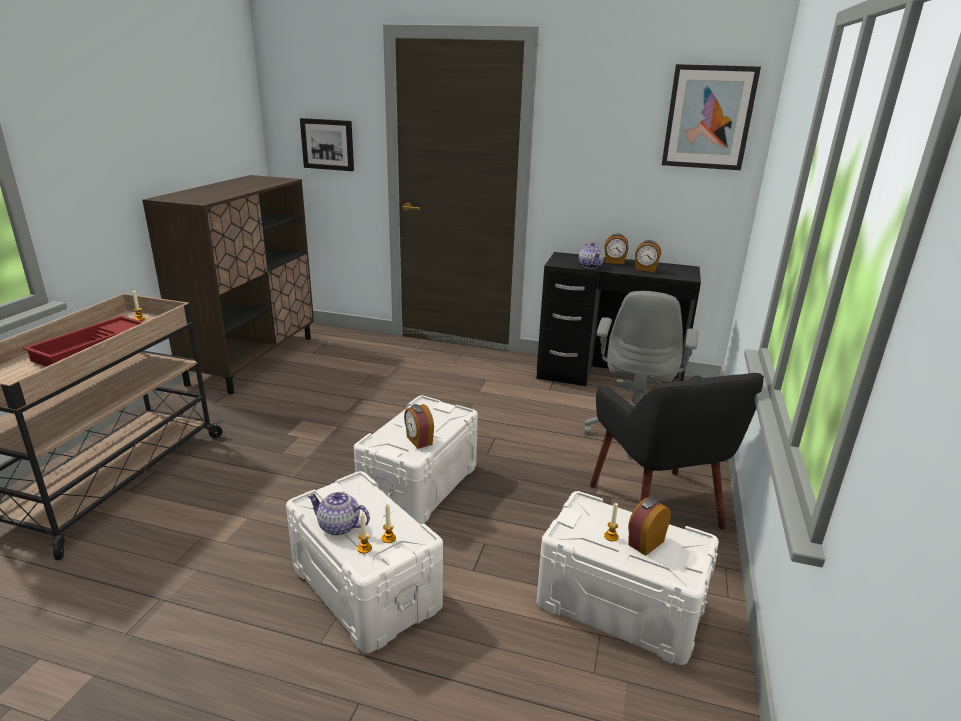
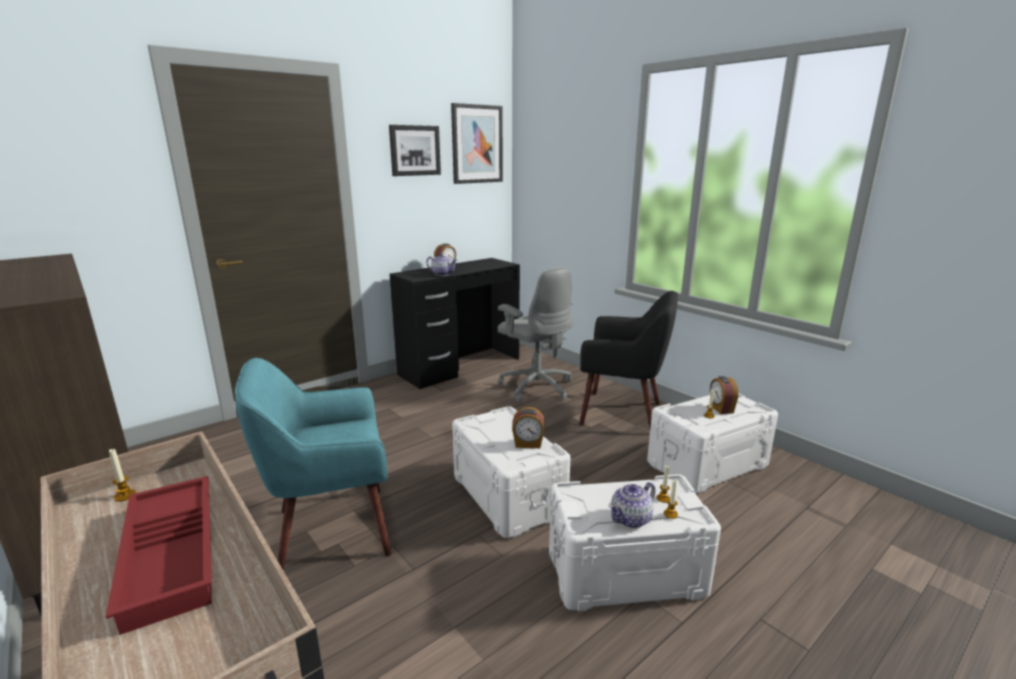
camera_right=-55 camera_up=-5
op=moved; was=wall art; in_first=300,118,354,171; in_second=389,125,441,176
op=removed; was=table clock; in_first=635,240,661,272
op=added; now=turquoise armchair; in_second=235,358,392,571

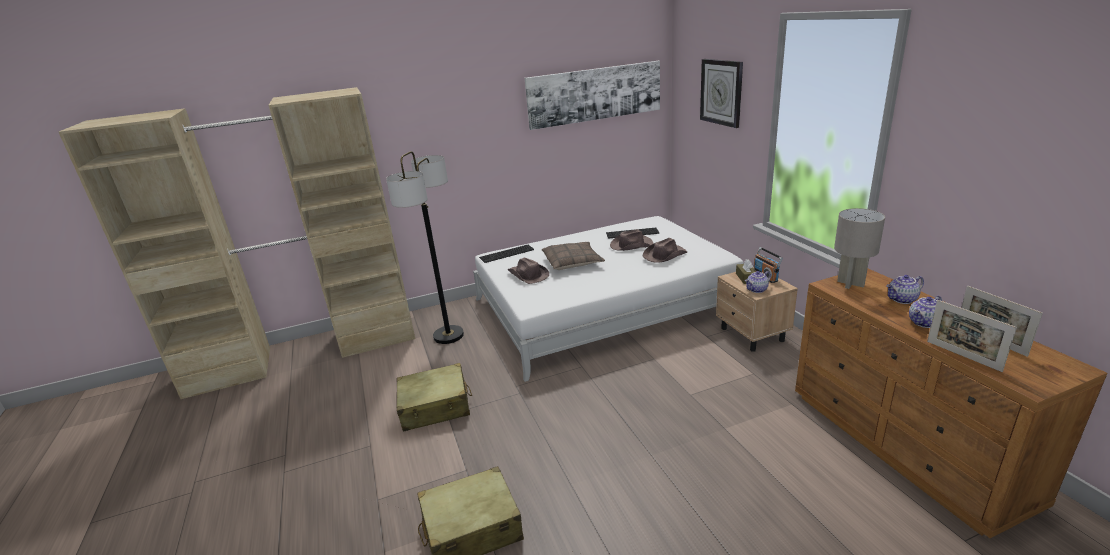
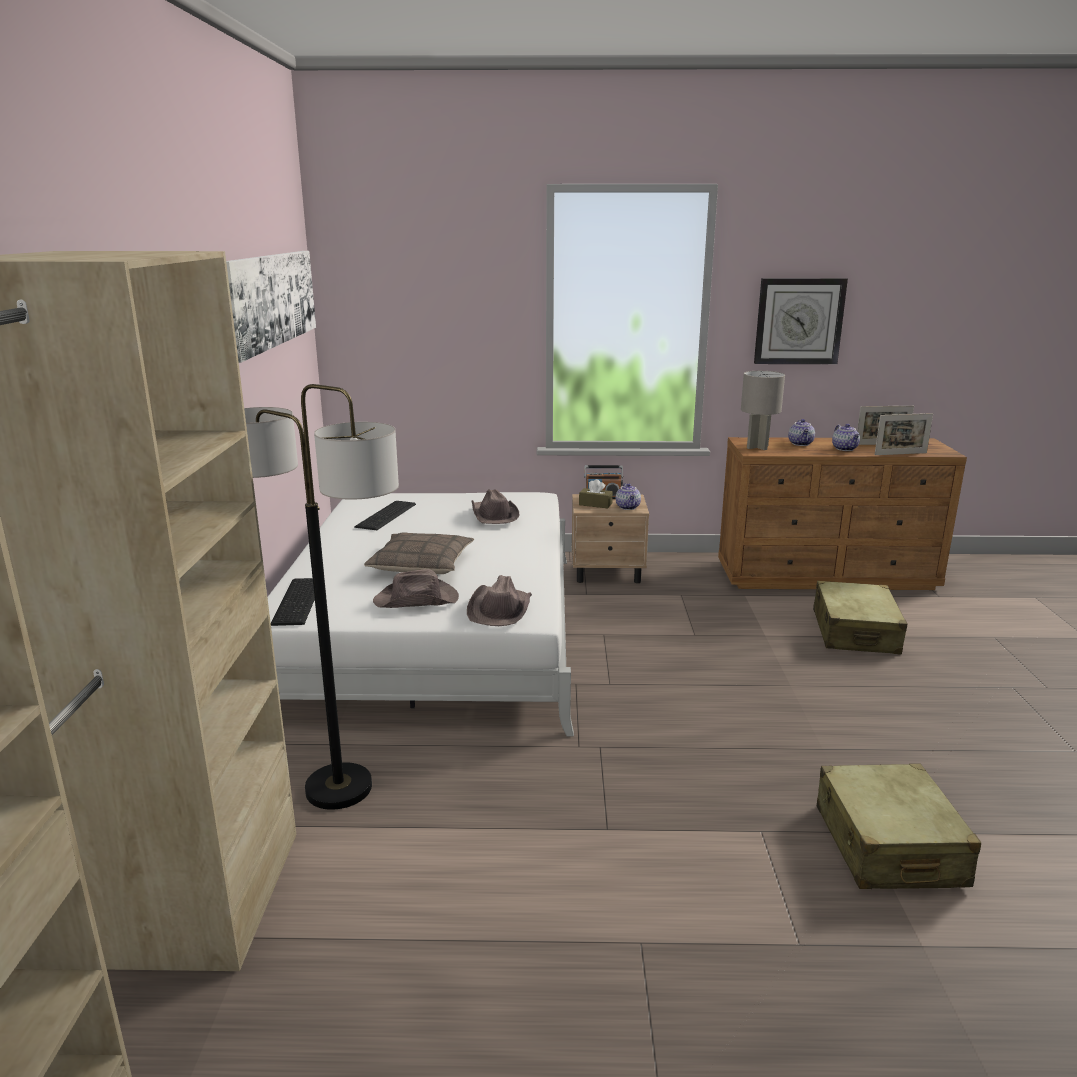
camera_right=-70 camera_up=-5
op=moved; was=sand-coloured travel case; in_first=397,363,472,432; in_second=813,581,908,654
op=moved; was=brown wearable hat; in_first=610,229,654,251; in_second=467,575,532,626
op=moved; was=wall clock; in_first=700,59,743,128; in_second=754,278,848,364

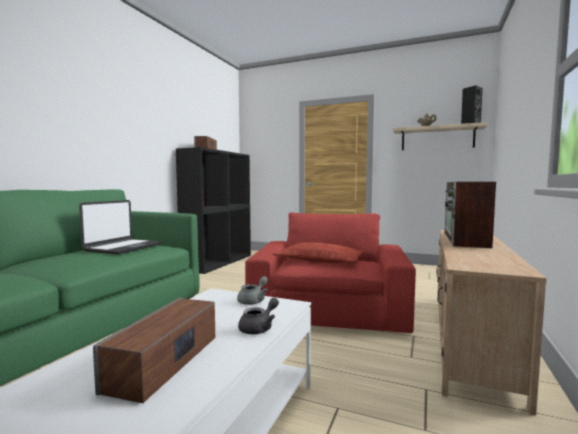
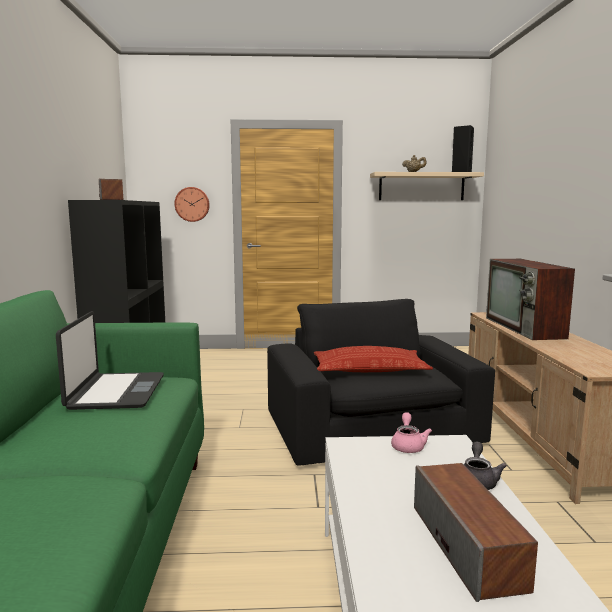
camera_right=-25 camera_up=5
op=recoloured; was=greyish pot for tea; now=pinkish pot for tea; in_first=237,276,268,305; in_second=391,412,432,453
op=recoloured; was=red armchair; now=black-coloured armchair; in_first=245,213,416,333; in_second=267,299,495,466
op=added; now=wall clock; in_second=174,187,210,222

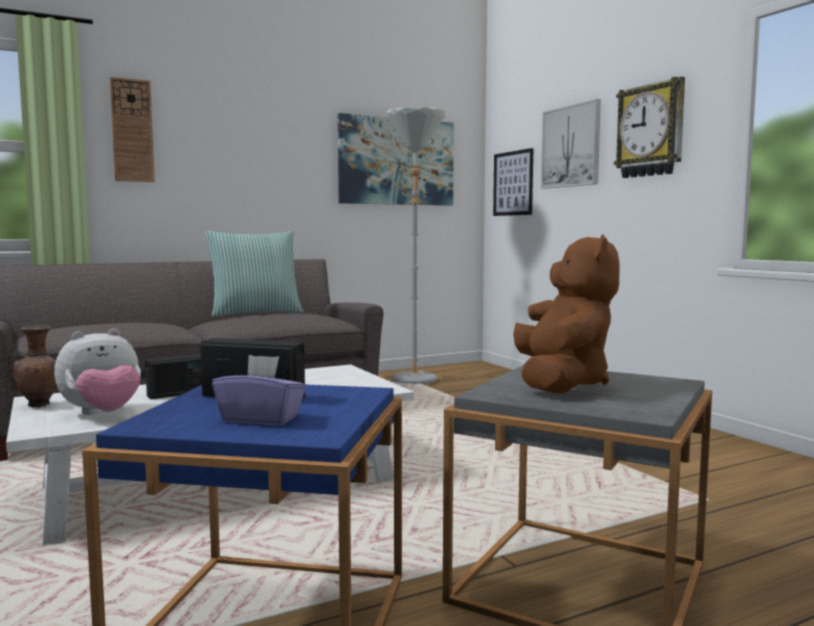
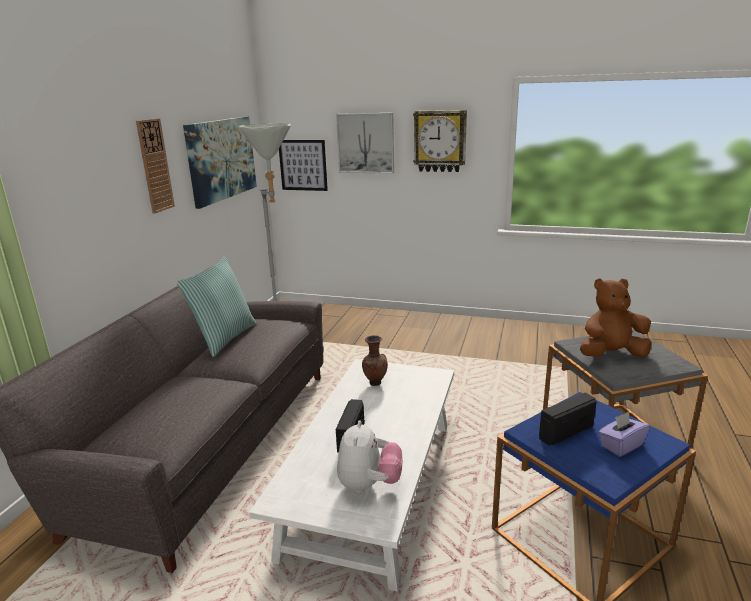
camera_right=-45 camera_up=15
op=moved; was=brown flower vase; in_first=13,325,57,408; in_second=362,335,388,386
op=moved; was=wall clock; in_first=110,77,155,182; in_second=136,118,175,214
op=turned; was=brown soft toy; in_first=513,234,620,394; in_second=580,278,651,357; clockwise=-60

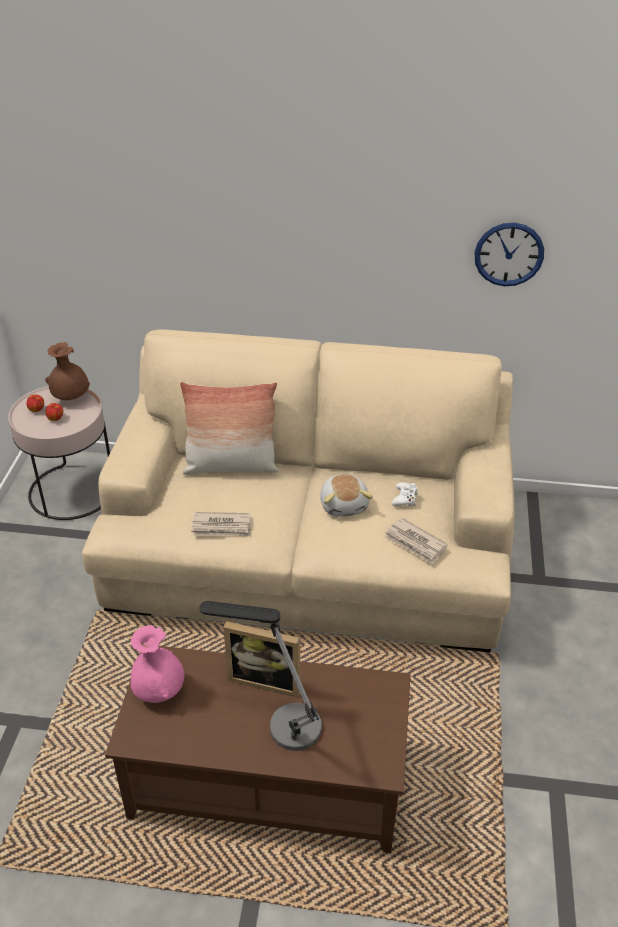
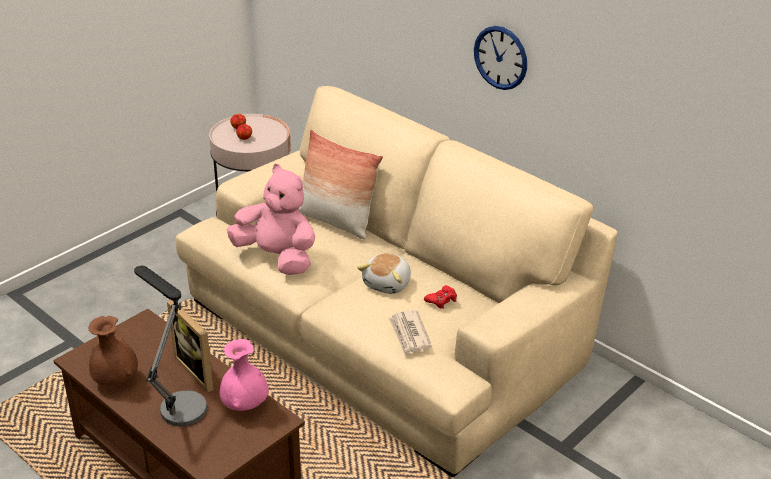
camera_right=35 camera_up=-5
op=moved; was=brown flower vase; in_first=45,342,90,400; in_second=89,316,138,385
op=moved; was=pinkish flower vase; in_first=131,625,184,703; in_second=219,339,269,411
op=replaced; was=newspaper; now=pinkish soft toy; in_first=191,512,251,536; in_second=227,164,315,275
op=recoloured; was=whitish joypad; now=red joypad; in_first=392,482,418,507; in_second=424,285,457,309
op=moved; was=wall clock; in_first=475,223,544,286; in_second=474,26,527,90

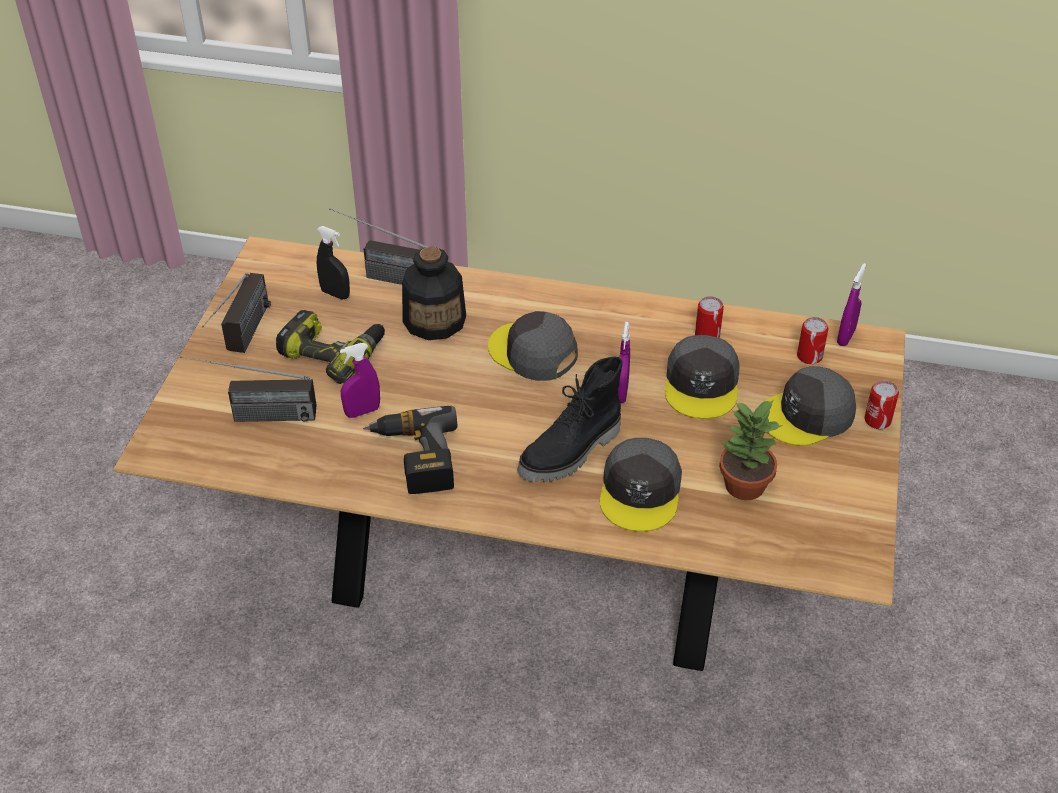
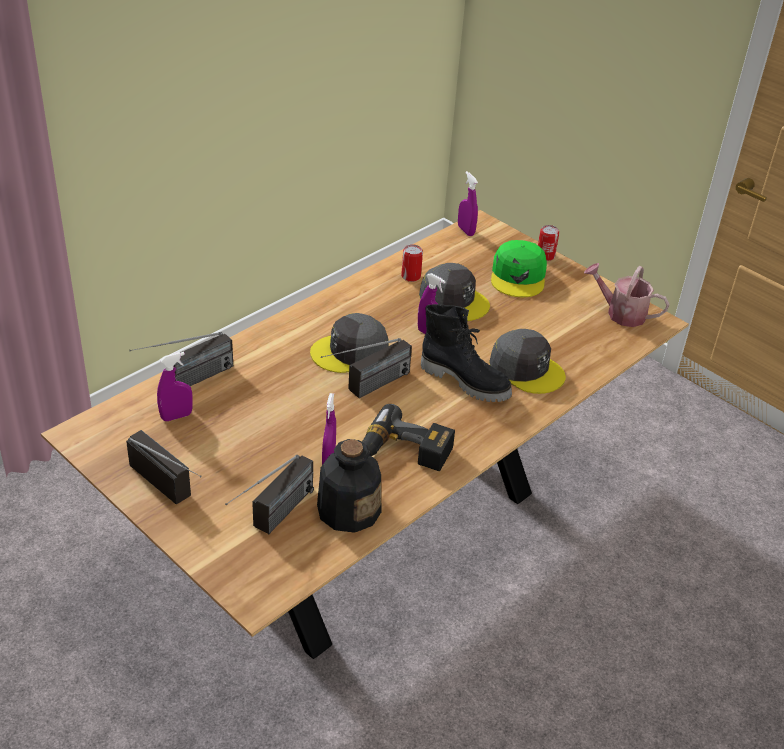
camera_right=-60 camera_up=-5
op=removed; was=power drill; in_first=276,310,385,384
op=recoloured; was=black-coloured hand sprayer; now=purple-coloured hand sprayer; in_first=317,226,350,299; in_second=157,352,193,421
op=moved; was=beverage bottle; in_first=402,247,466,340; in_second=317,439,381,533
op=turned; was=black-coloured tall boot; in_first=517,357,623,482; in_second=421,304,512,402; clockwise=-45
op=removed; was=potted plant; in_first=719,400,783,500
op=recoloured; was=greyish baseball cap; now=green baseball cap; in_first=766,366,856,446; in_second=491,240,547,297
op=removed; was=can; in_first=797,317,828,364
op=added; now=radio receiver; in_second=321,338,412,398
op=added; now=sprinkling can; in_second=584,263,670,327

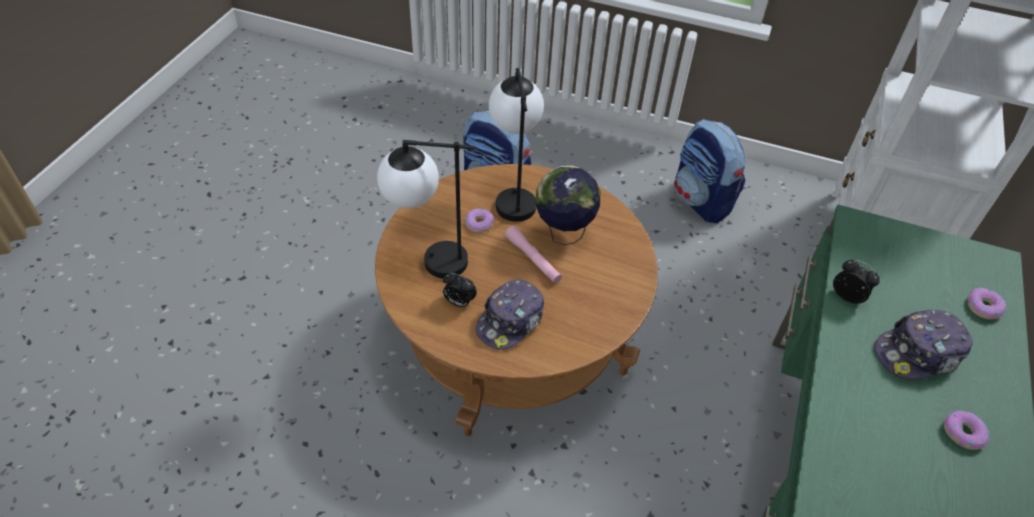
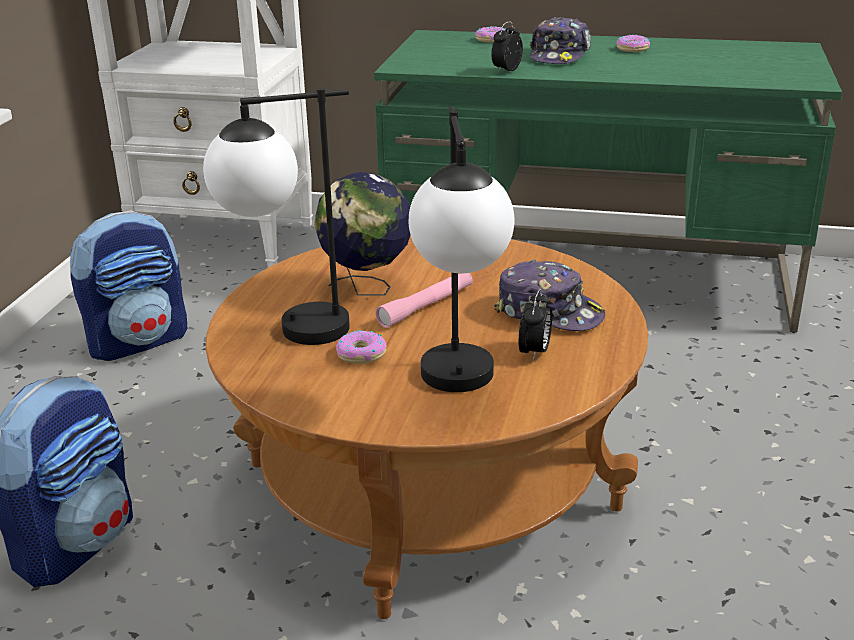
camera_right=-95 camera_up=-20
op=turned; was=baseball cap; in_first=874,310,973,380; in_second=530,17,591,64; clockwise=45

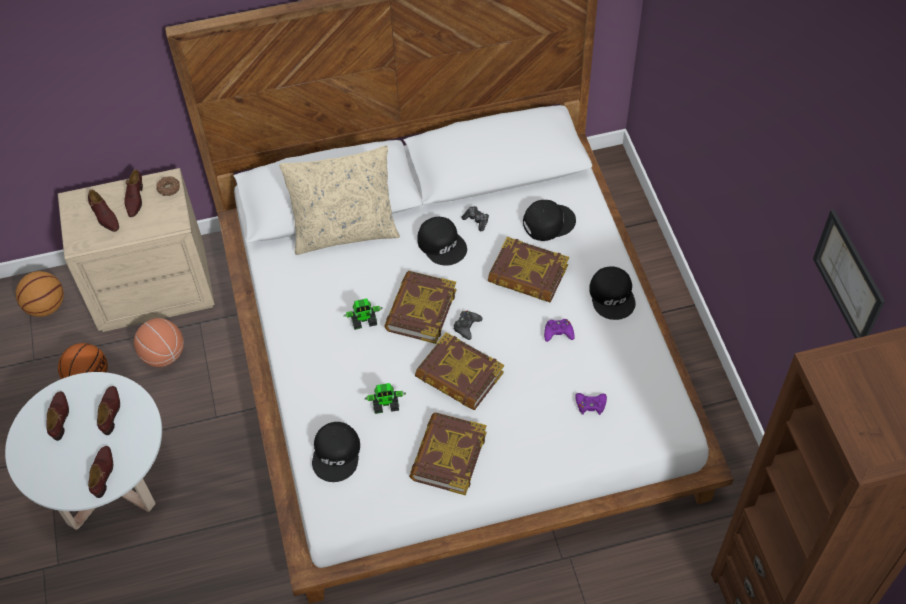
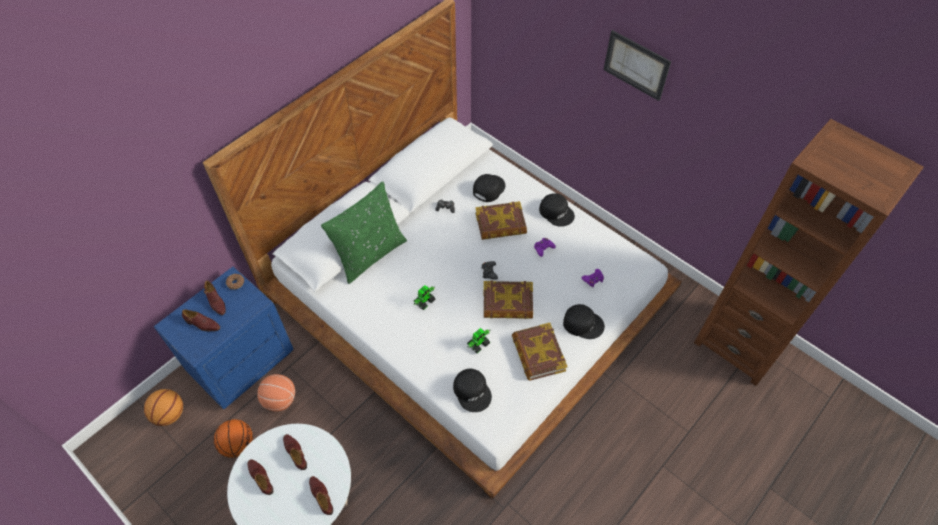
camera_right=-35 camera_up=0
op=recoloured; was=sand-coloured nightstand; now=blue-coloured nightstand; in_first=58,168,215,332; in_second=153,267,293,409
op=recoloured; was=sand-coloured throw pillow; now=green throw pillow; in_first=279,145,400,255; in_second=321,181,407,284
op=removed; was=bound book; in_first=384,271,456,344
op=moved; was=black-coloured baseball cap; in_first=417,217,467,266; in_second=563,304,605,339
op=moved; was=wall art; in_first=813,209,885,338; in_second=604,30,671,101

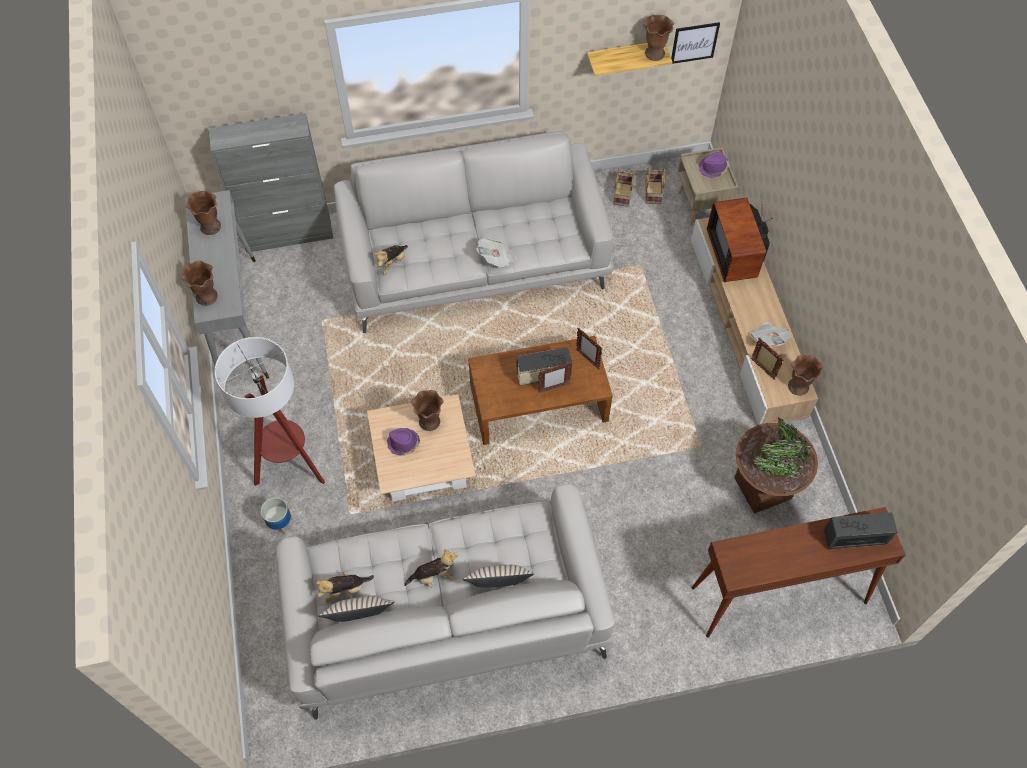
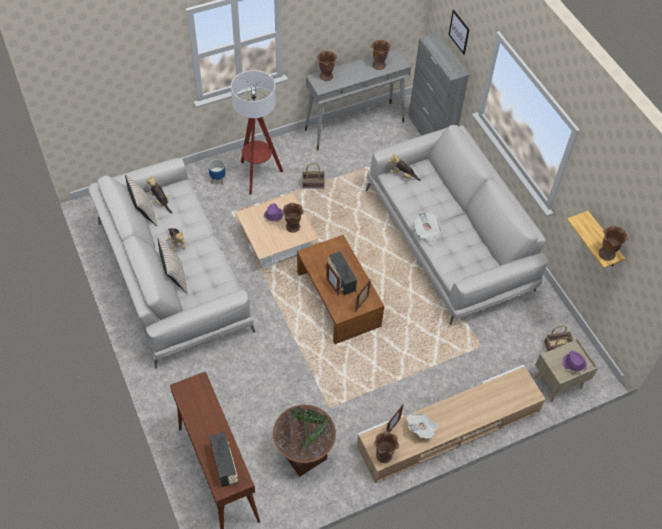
camera_right=75 camera_up=-5
op=moved; was=basket; in_first=613,169,635,207; in_second=302,163,325,189
op=moved; was=wall art; in_first=671,22,720,64; in_second=448,10,470,54
op=removed; was=TV set; in_first=707,197,773,282

